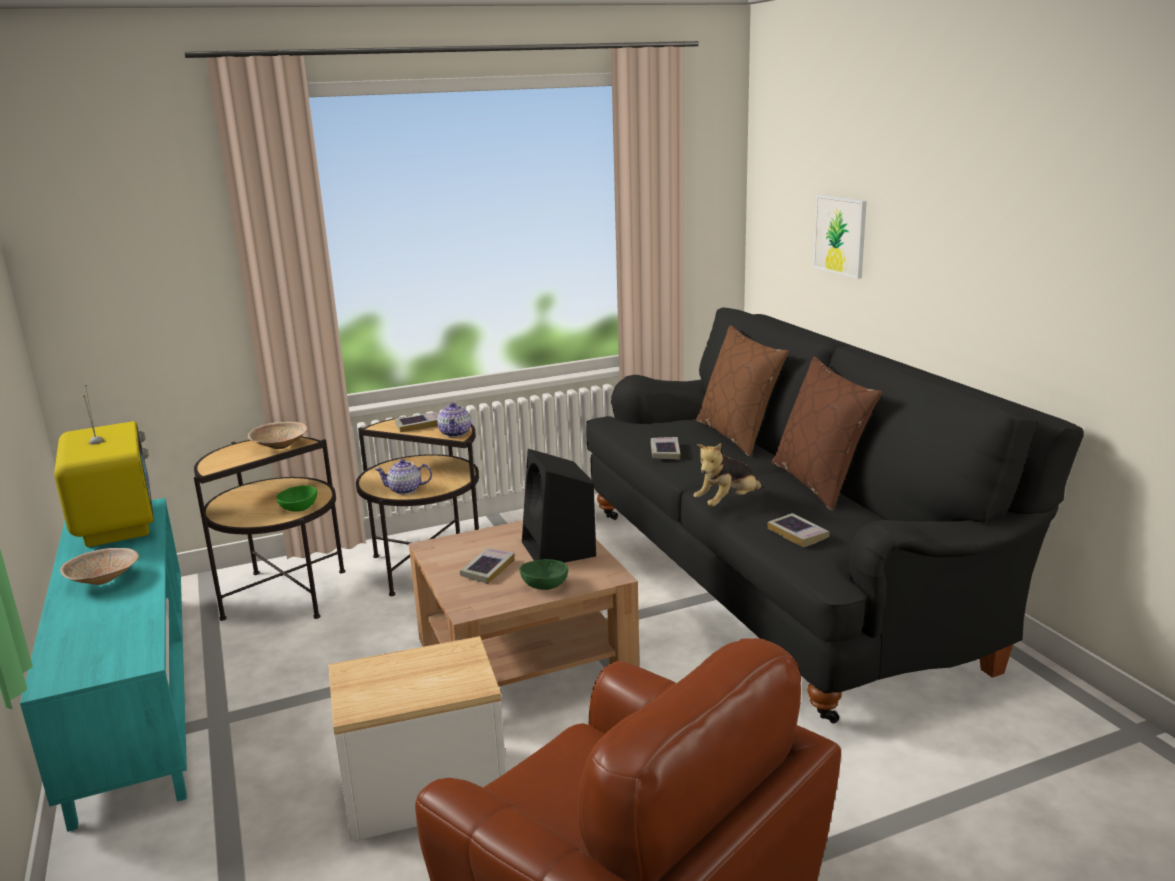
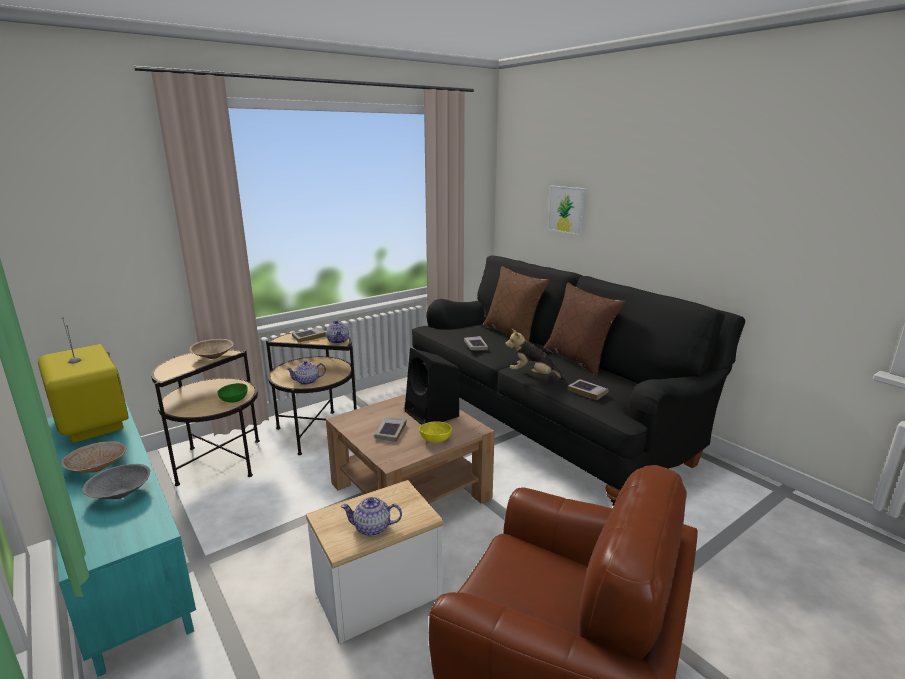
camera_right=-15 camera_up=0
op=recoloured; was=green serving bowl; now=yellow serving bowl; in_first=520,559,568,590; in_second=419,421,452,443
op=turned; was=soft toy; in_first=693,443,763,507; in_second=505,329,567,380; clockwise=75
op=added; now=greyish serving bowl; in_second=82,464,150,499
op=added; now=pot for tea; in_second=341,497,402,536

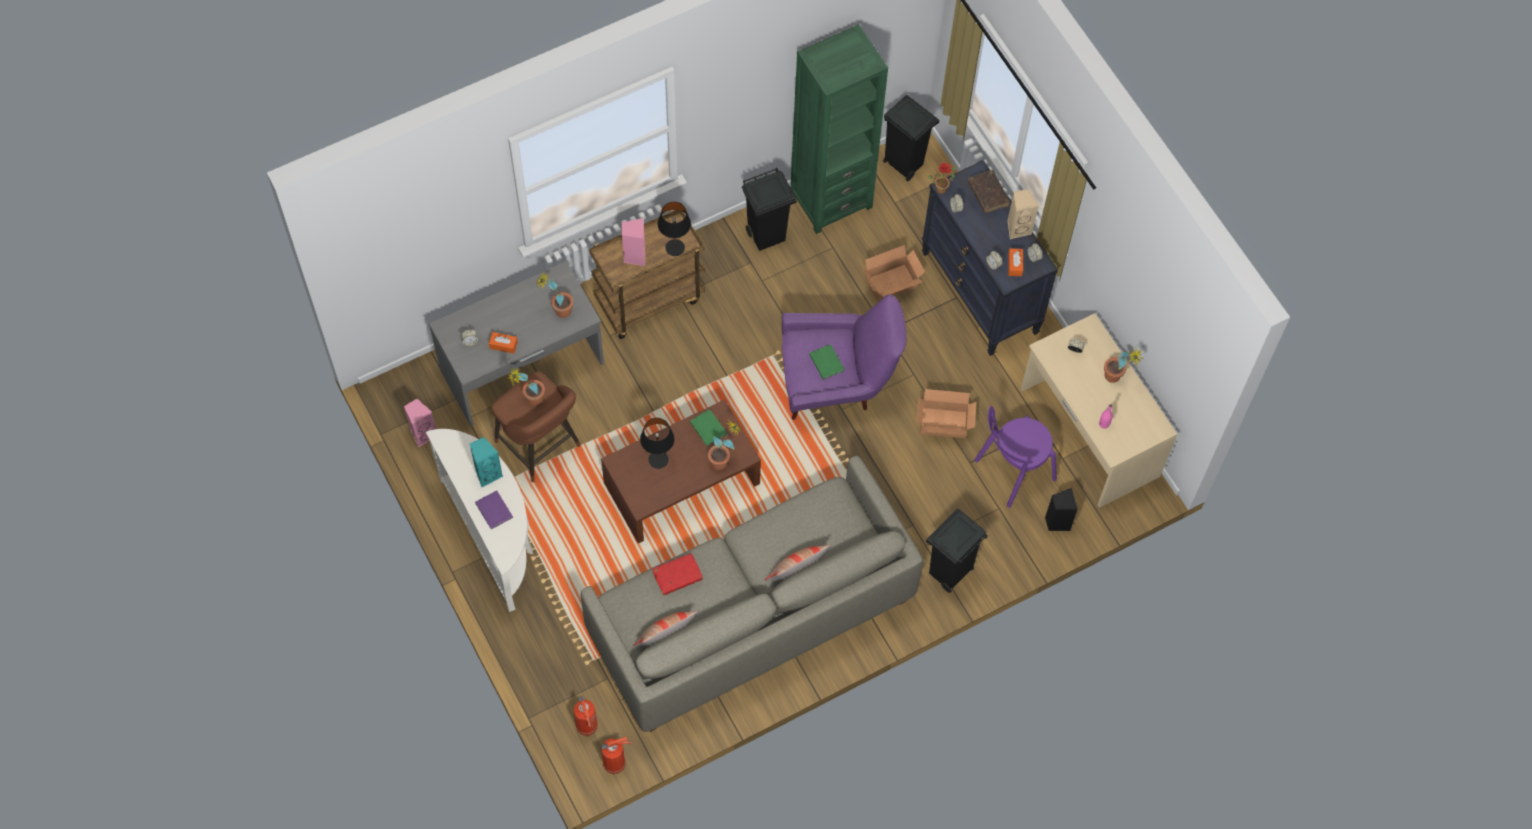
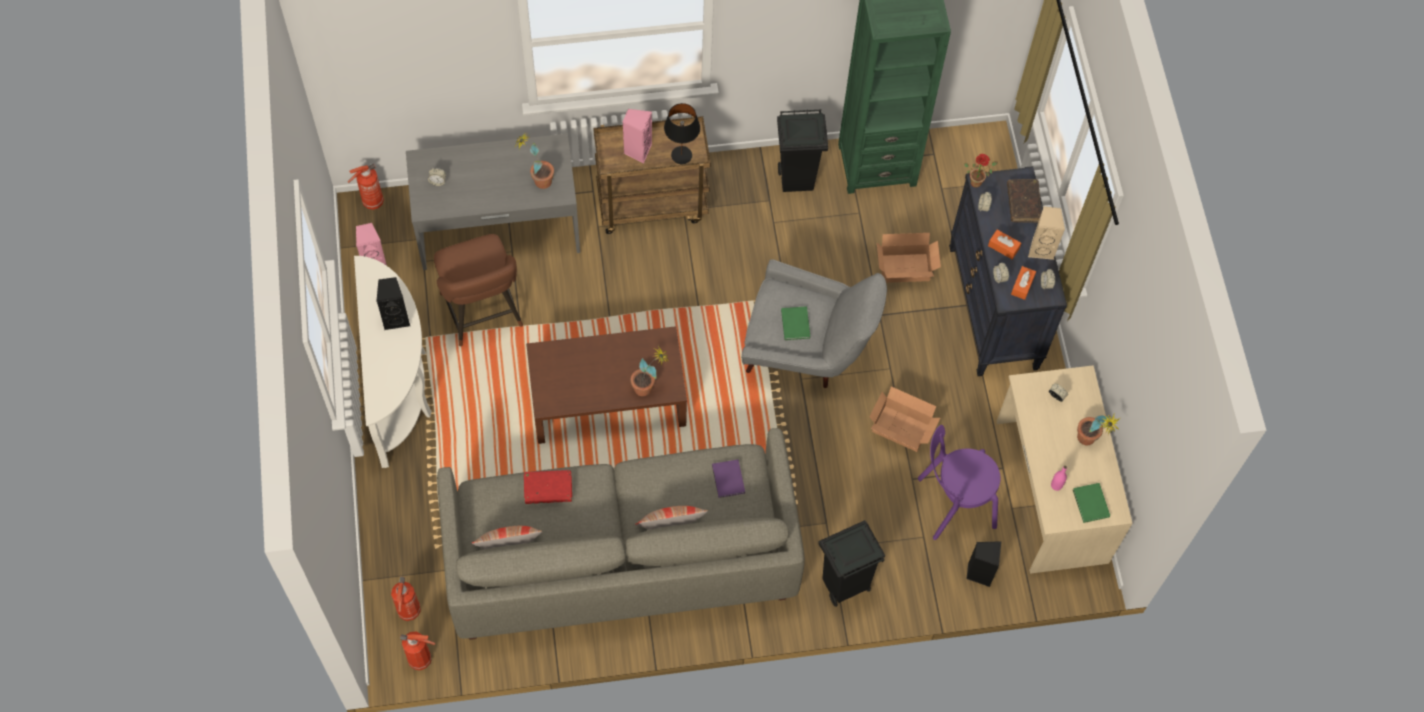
camera_right=20 camera_up=0
op=recoloured; was=turquoise loudspeaker; now=black-coloured loudspeaker; in_first=470,437,503,487; in_second=376,277,410,330
op=moved; was=purple-coloured bound book; in_first=475,490,513,529; in_second=712,459,745,498
op=moved; was=orangey box of tissues; in_first=489,332,518,354; in_second=988,230,1021,259
op=removed; was=potted plant; in_first=507,368,545,405
op=removed; was=black-coloured table lamp; in_first=640,418,675,469
op=moved; was=green bound book; in_first=690,409,727,446; in_second=1073,483,1110,523
op=recoloured; was=purple-coloured armchair; now=greyish armchair; in_first=782,294,906,420; in_second=741,259,887,388
op=removed; was=black-coloured trash can; in_first=883,95,939,181
op=added; now=fire-fighting cylinder; in_second=348,164,384,210

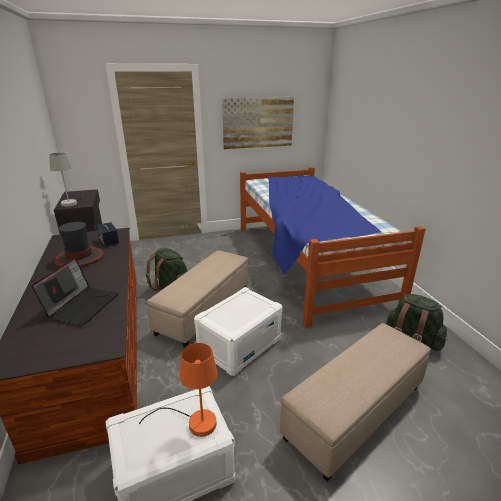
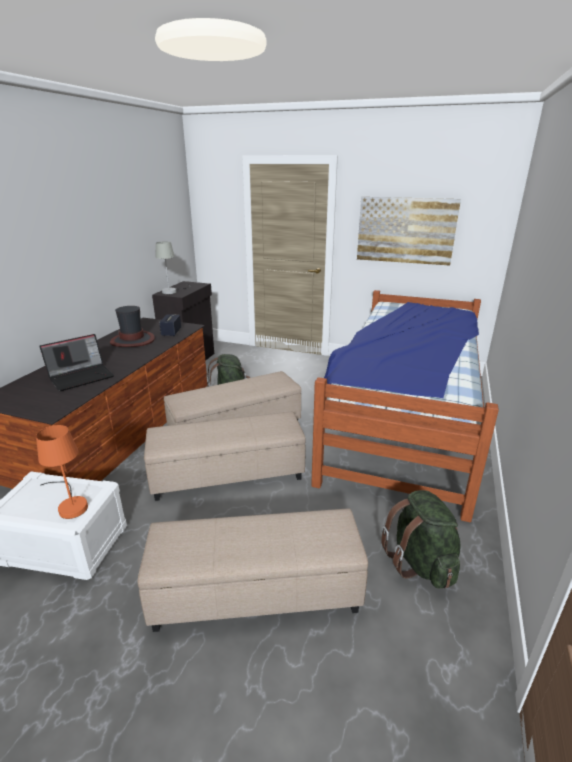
camera_right=35 camera_up=0
op=replaced; was=whitish storage box; now=sand-coloured pouffe; in_first=194,287,283,376; in_second=144,412,306,501

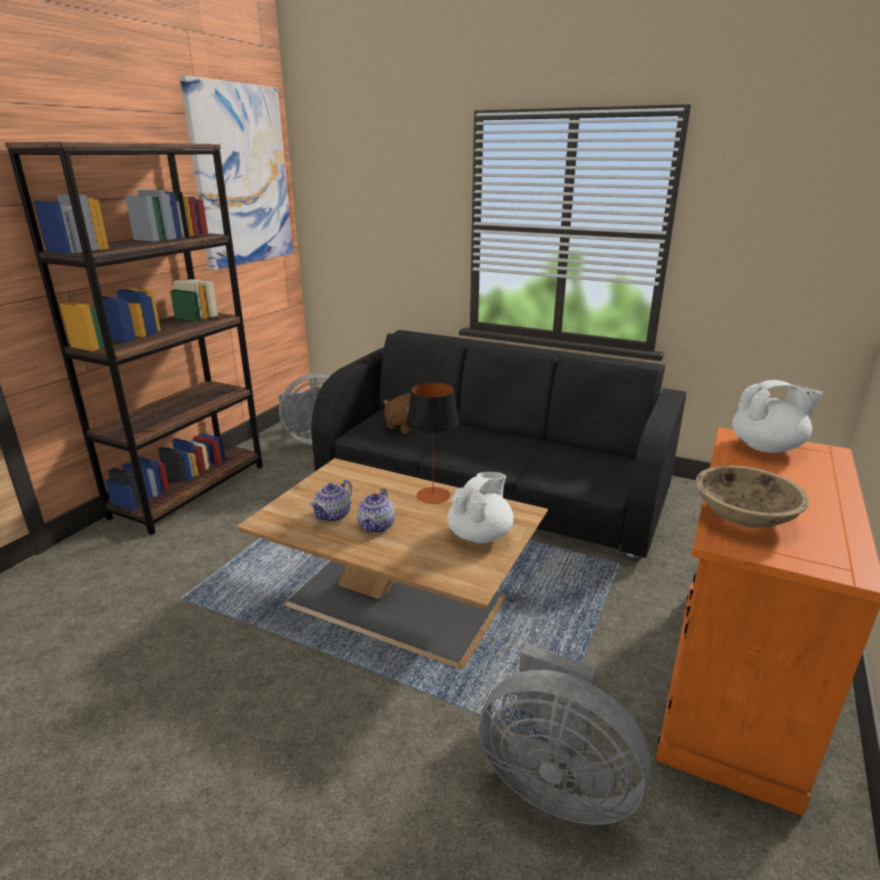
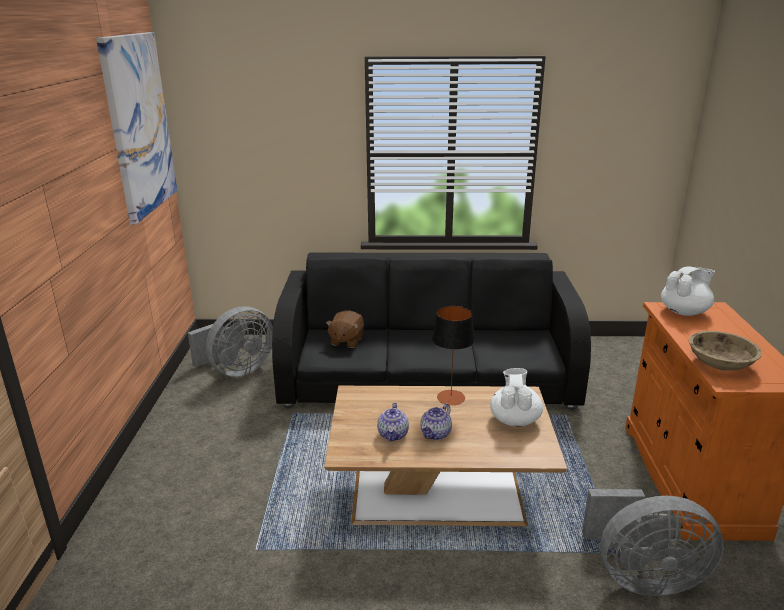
camera_right=-25 camera_up=0
op=removed; was=brown bookshelf; in_first=5,142,263,535
op=turned; was=pot for tea; in_first=357,488,395,533; in_second=420,403,452,440; clockwise=45

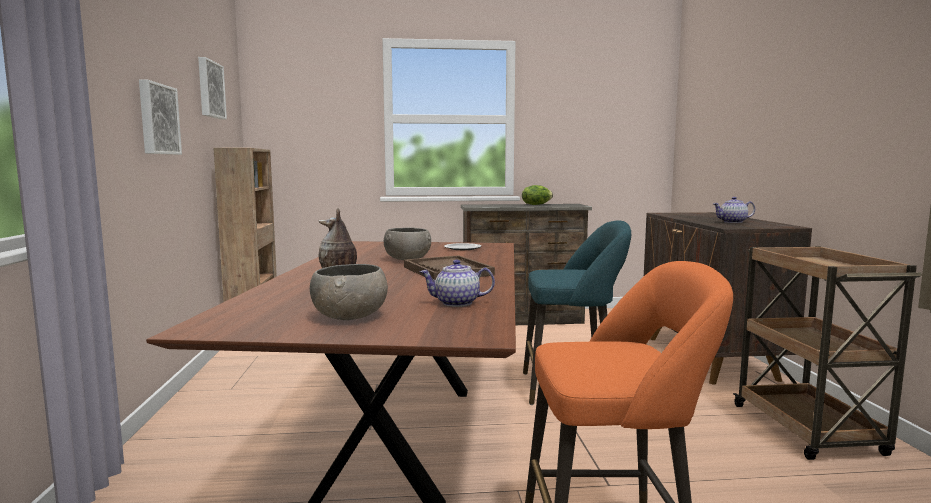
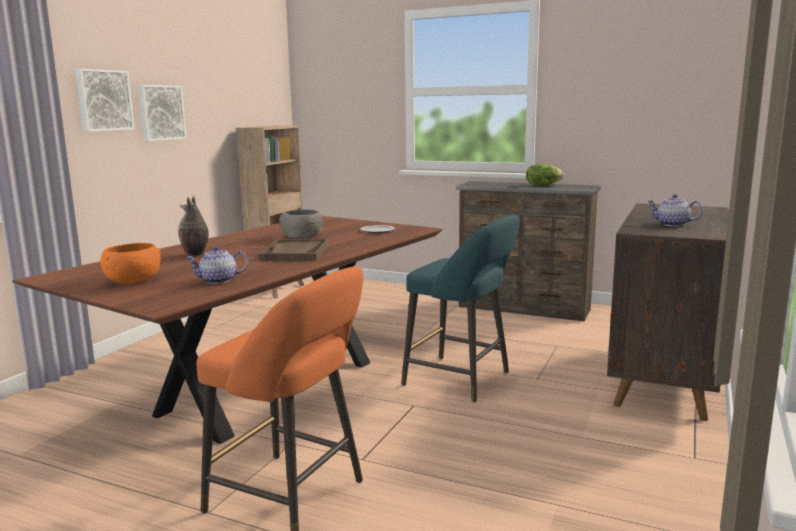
camera_right=30 camera_up=5
op=moved; was=wall art; in_first=198,57,227,119; in_second=75,69,135,132
op=recoloured; was=greyish serving bowl; now=orangey serving bowl; in_first=310,264,388,320; in_second=100,243,161,284
op=turned; was=pot for tea; in_first=420,260,495,307; in_second=186,246,248,284; clockwise=-45
op=removed; was=brown trolley; in_first=733,246,922,460

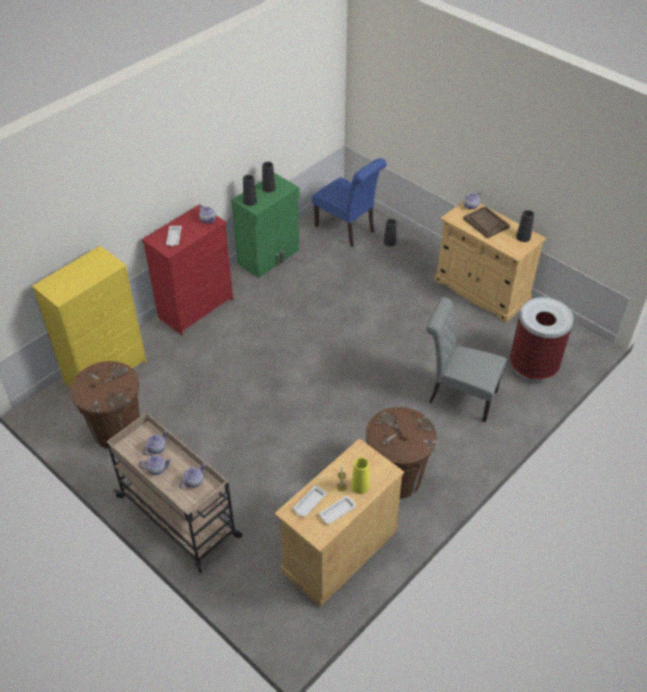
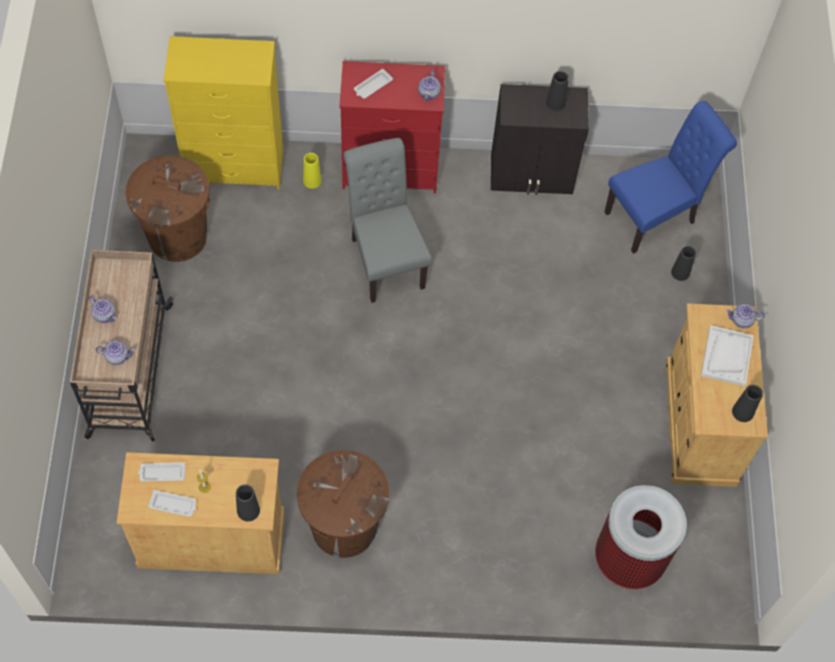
camera_right=45 camera_up=15
op=removed; was=pot for tea; in_first=143,430,167,455
op=recoloured; was=green cabinet; now=black-coloured cabinet; in_first=231,173,300,278; in_second=491,84,589,195
op=moved; was=black-coloured flower vase; in_first=243,175,257,206; in_second=236,484,260,521
op=turned; was=blue-coloured upright chair; in_first=312,158,387,247; in_second=605,101,737,254; clockwise=-120
op=moved; was=yellow flower vase; in_first=351,457,370,494; in_second=303,153,321,189
op=moved; was=greyish upright chair; in_first=426,297,507,422; in_second=343,138,432,303
op=recoloured; was=brown carrying tray; now=whitish carrying tray; in_first=463,206,510,239; in_second=701,325,754,386

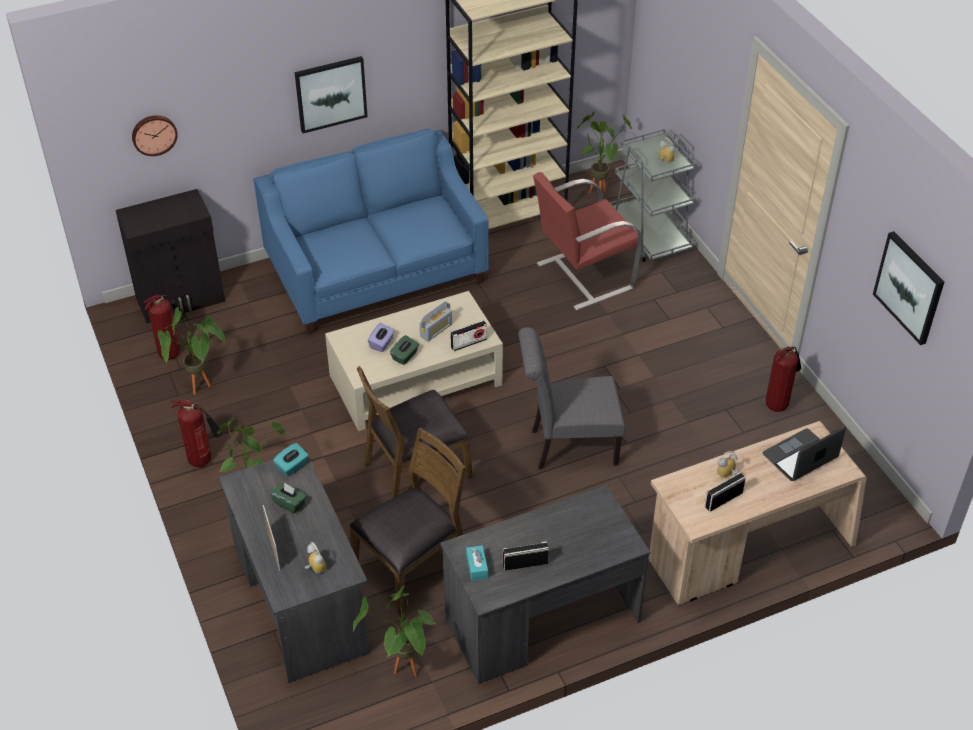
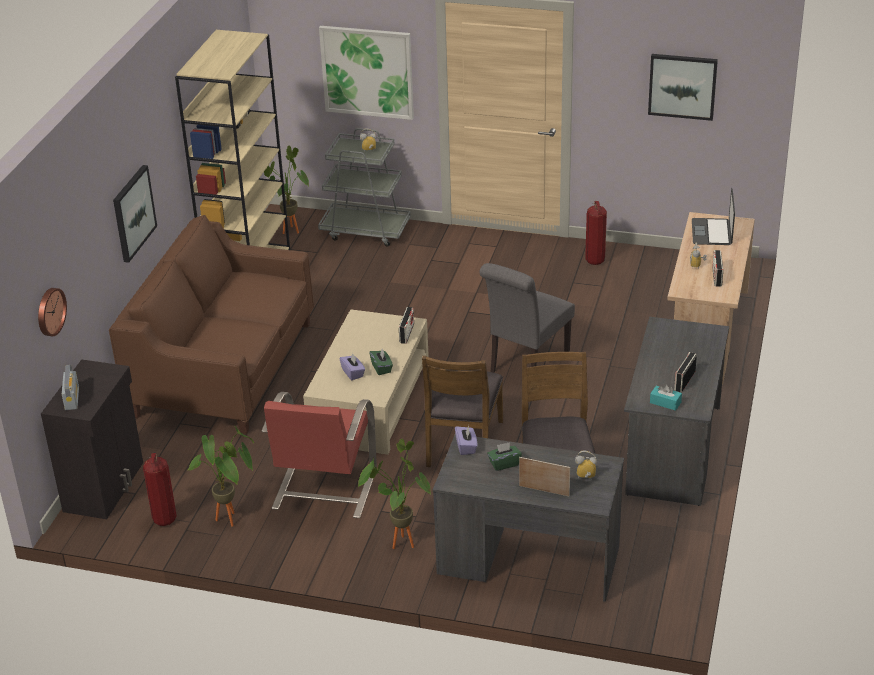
camera_right=-50 camera_up=-10
op=removed; was=fire-fighting cylinder; in_first=170,399,222,467
op=recoloured; was=blue-coloured settee; now=brown settee; in_first=253,129,489,335; in_second=109,215,314,434
op=recoloured; was=turquoise box of tissues; now=purple-coloured box of tissues; in_first=273,443,309,476; in_second=455,425,478,455
op=removed; was=potted plant; in_first=353,586,435,677
op=moved; was=radio receiver; in_first=420,302,452,341; in_second=62,365,79,410
op=moved; was=red armchair; in_first=533,172,643,311; in_second=262,392,377,518
op=added; now=wall art; in_second=319,26,414,120

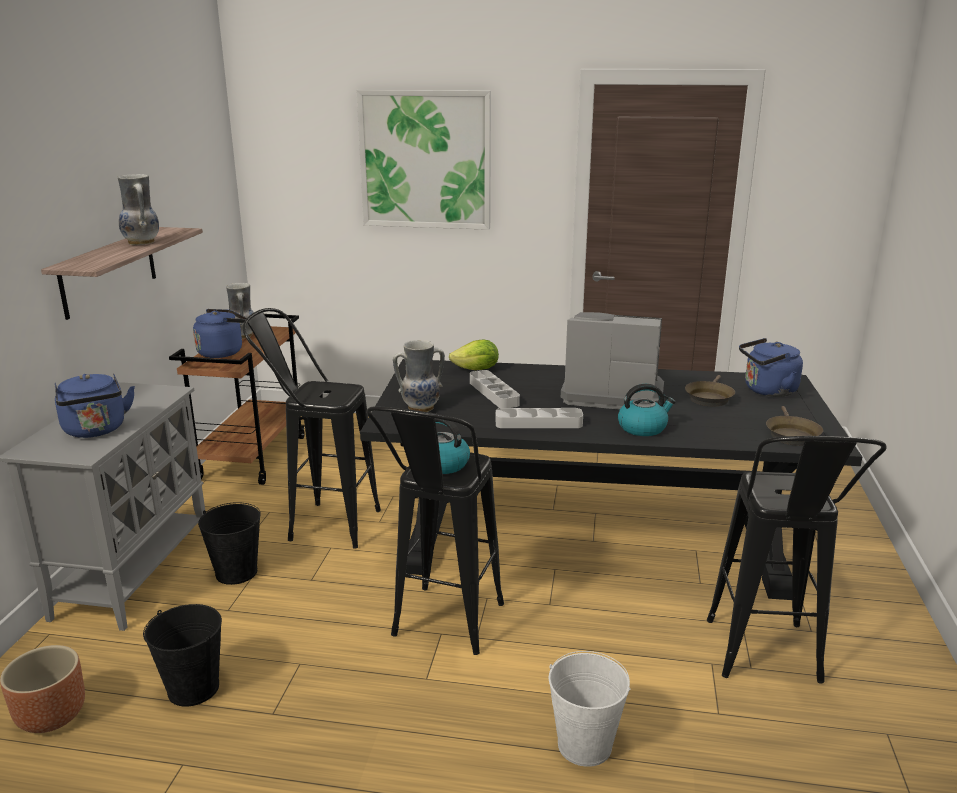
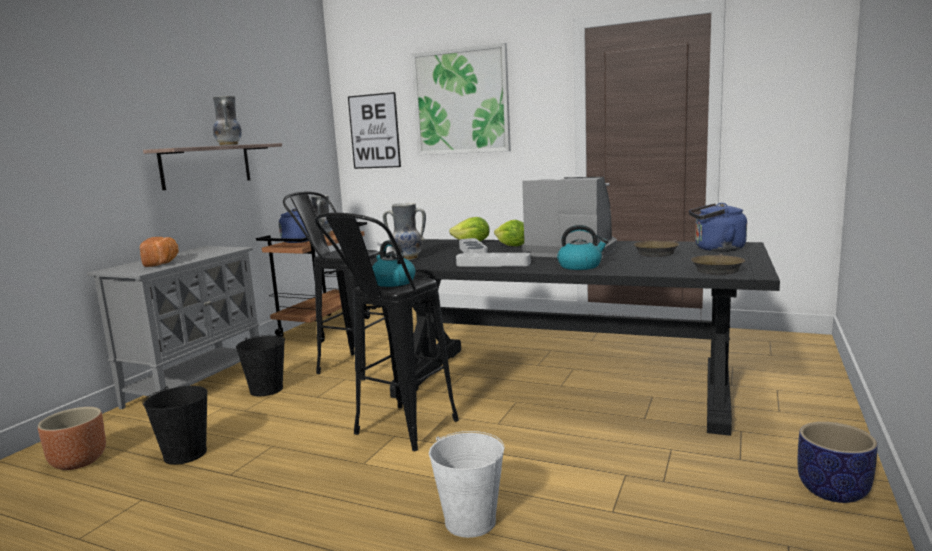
camera_right=15 camera_up=-10
op=replaced; was=blue-coloured kettle; now=baked bread; in_first=55,374,135,438; in_second=140,237,179,267
op=removed; was=black-coloured sitting stool; in_first=707,436,887,684
op=added; now=wall art; in_second=348,92,401,169
op=added; now=head of lettuce; in_second=494,220,524,246
op=added; now=plant pot; in_second=797,422,878,503

